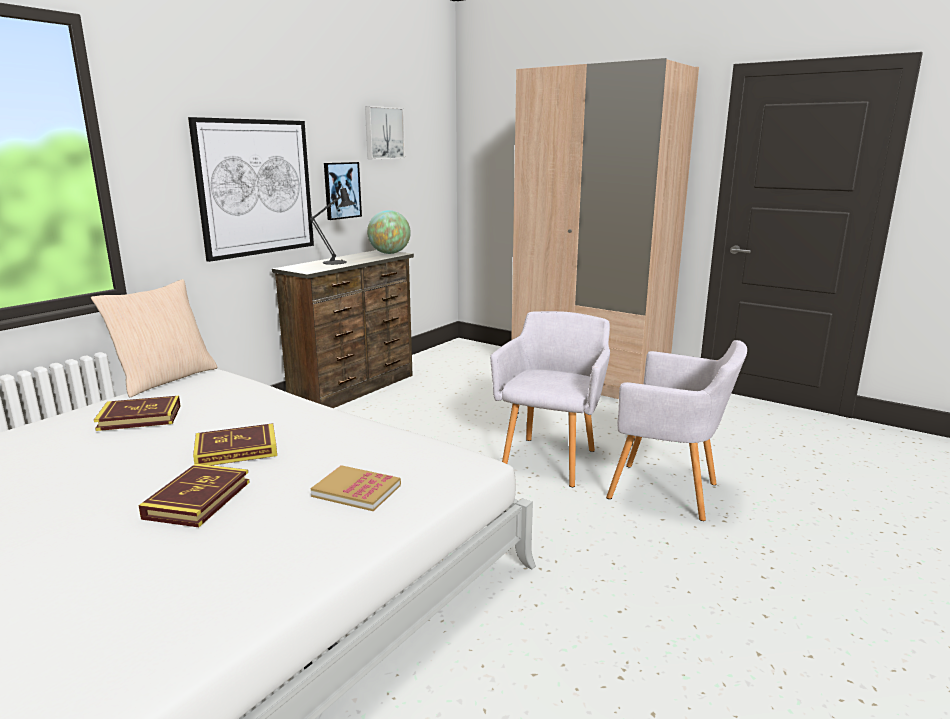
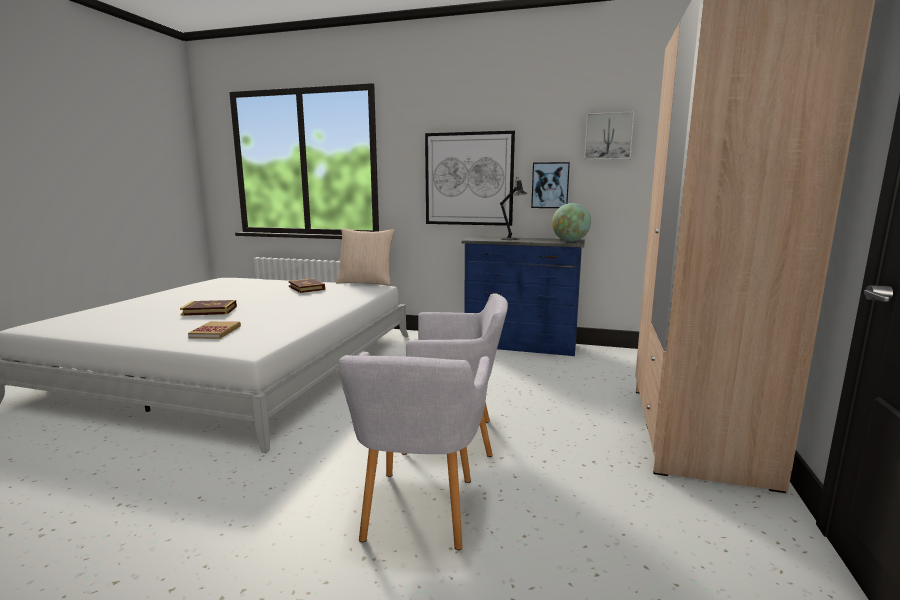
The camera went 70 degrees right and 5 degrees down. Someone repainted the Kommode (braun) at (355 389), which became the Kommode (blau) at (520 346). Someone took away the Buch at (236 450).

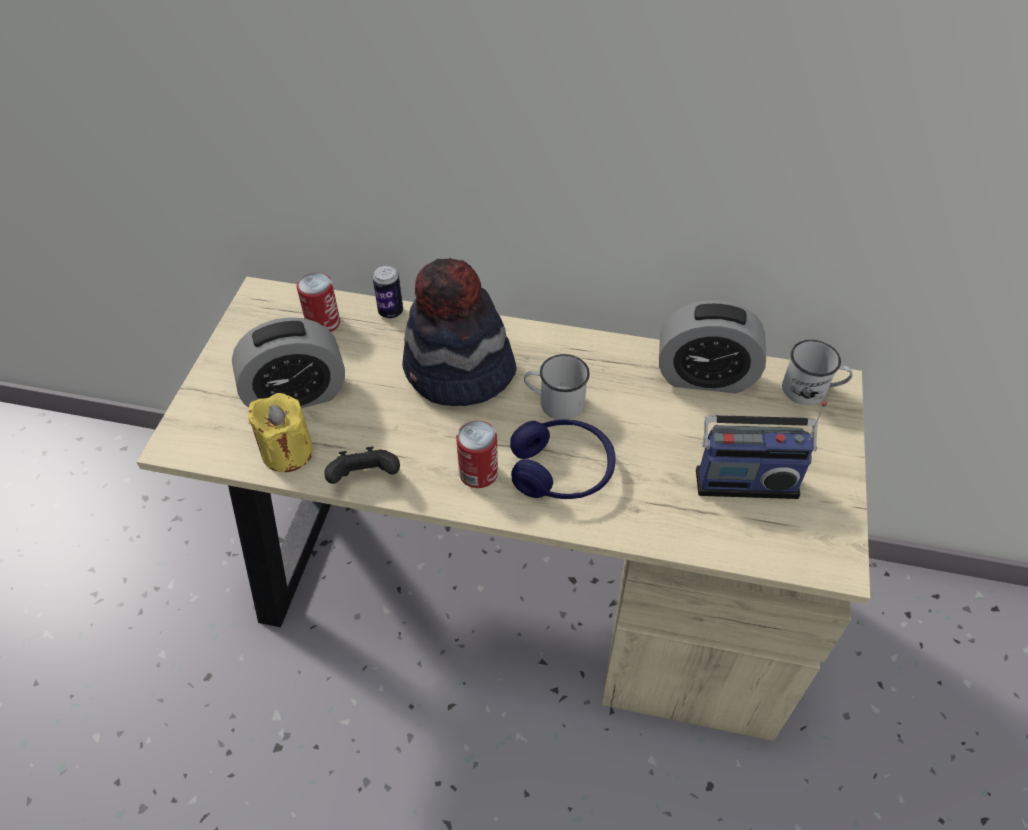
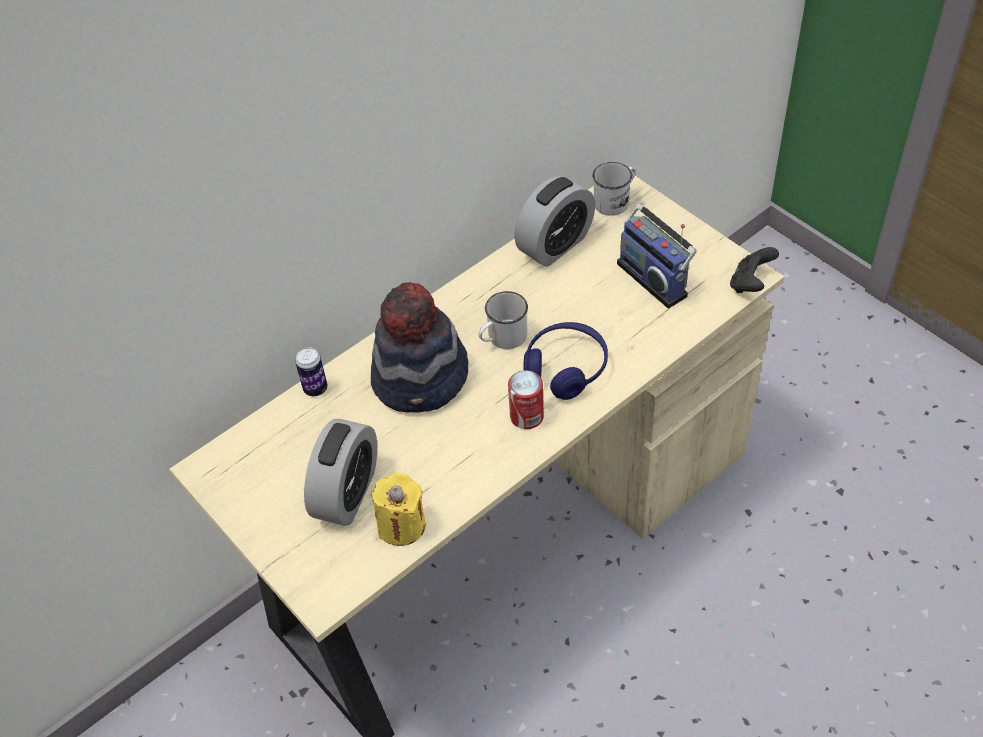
The camera went 50 degrees left and 0 degrees up. Someone rotated the Radio at (745 479) by 105 degrees clockwise. Someone carried the Gamepad (schwarz) from (365 478) to (750 284). Someone took away the Dose at (323 323).

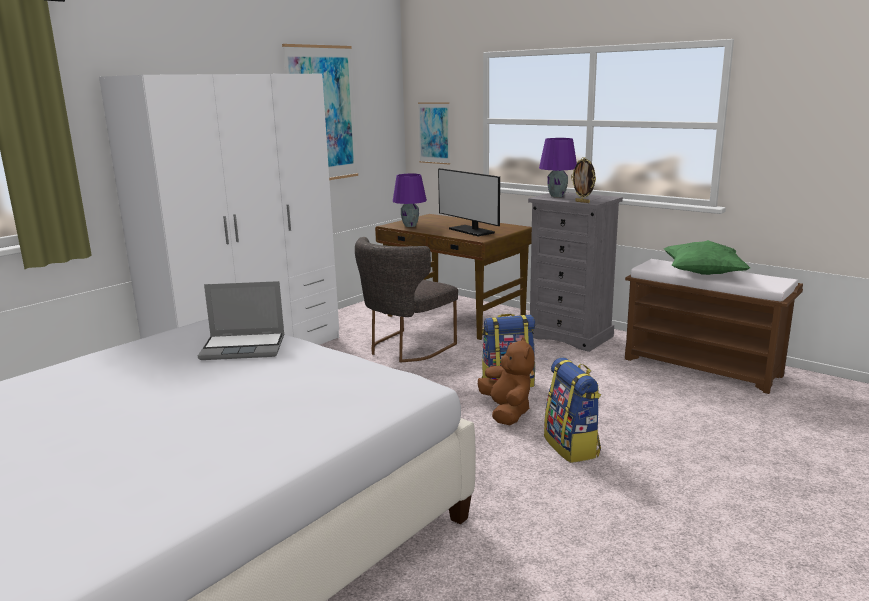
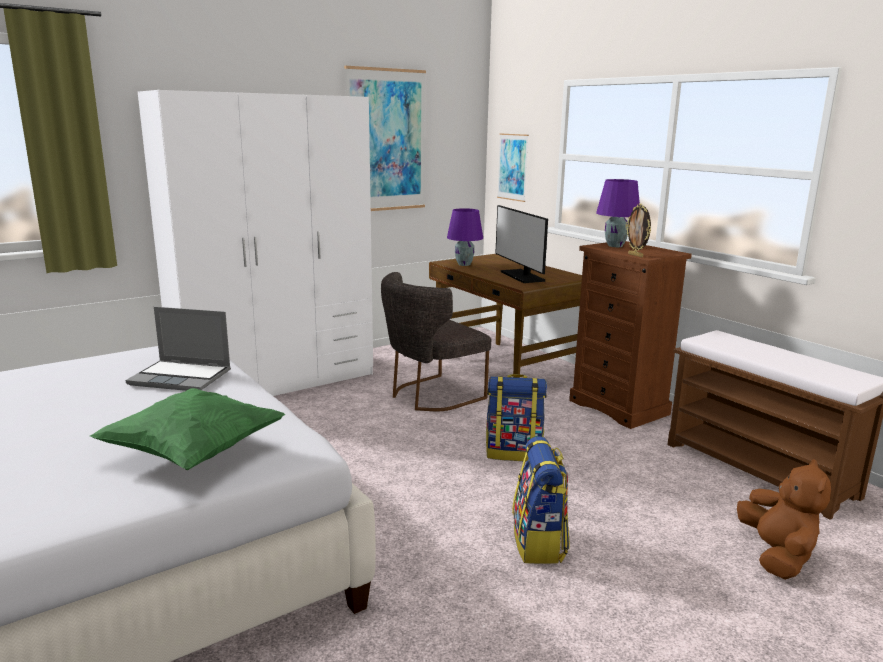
The camera went 15 degrees right and 0 degrees up. Someone carried the Kissen (grün) from (703 274) to (194 453). Someone repainted the Kommode (grau) at (570 336), which became the Kommode (braun) at (619 407). Someone carried the Plüschtier (braun) from (507 412) to (777 555).

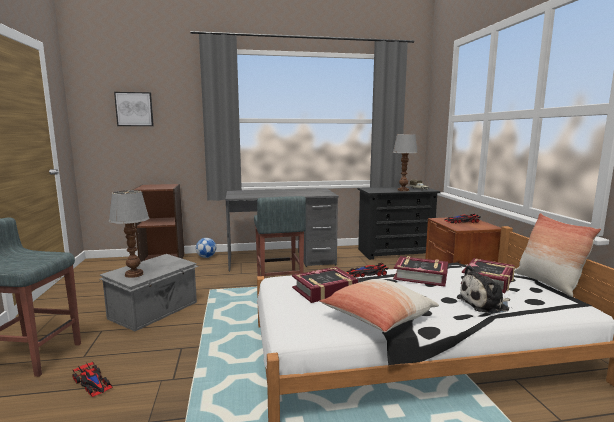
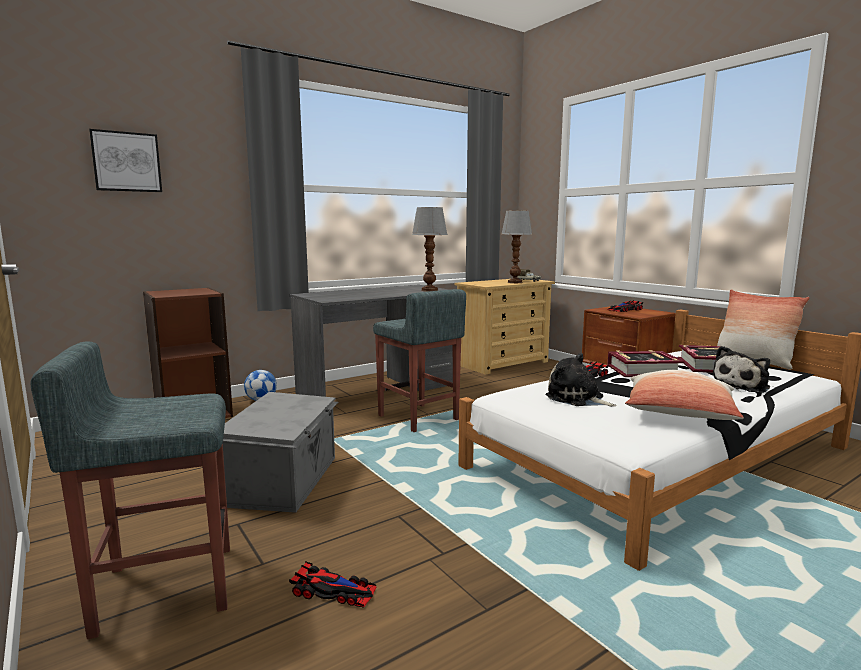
The camera went 25 degrees left and 0 degrees up. Someone carried the Tischlampe from (134 274) to (429 290). Someone repainted the Kommode (schwarz) at (395 252), which became the Kommode (beige) at (503 363). Someone swapped the Buch at (324 290) for the Plüschtier at (577 398).

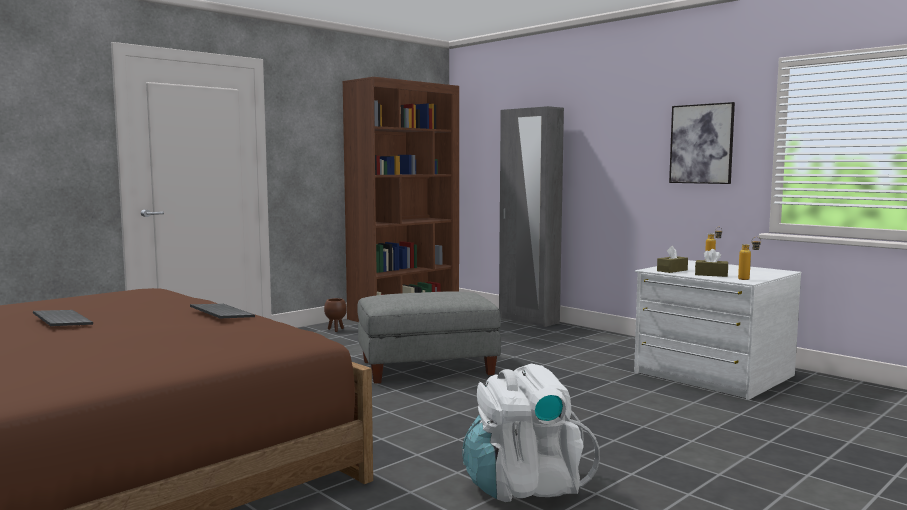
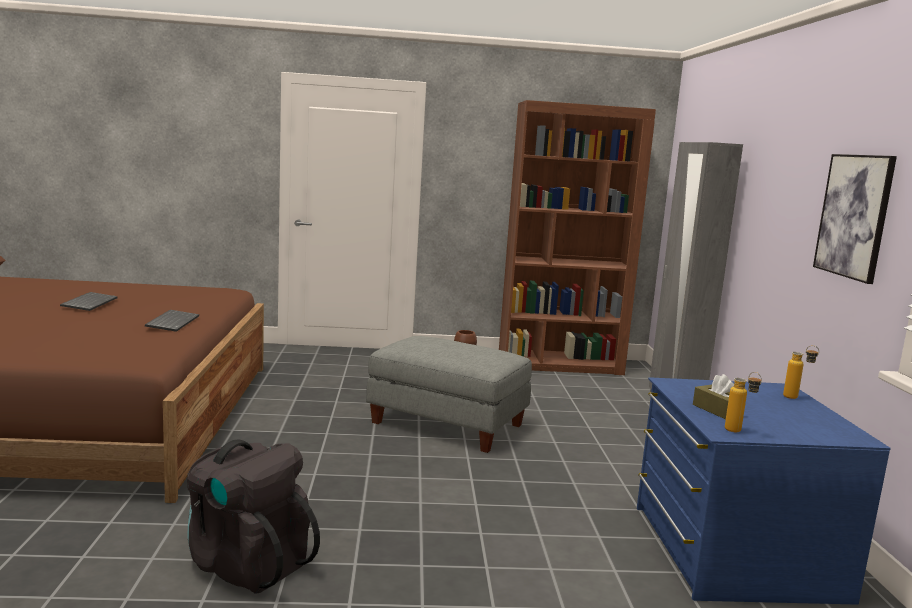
The camera went 40 degrees right and 5 degrees up. Someone repainted the Rucksack (weiß) at (525 486), which became the Rucksack (schwarz) at (247 564). Someone repainted the Kommode (weiß) at (712 374), which became the Kommode (blau) at (732 551). Someone took away the Taschentuchbox (braun) at (672 270).

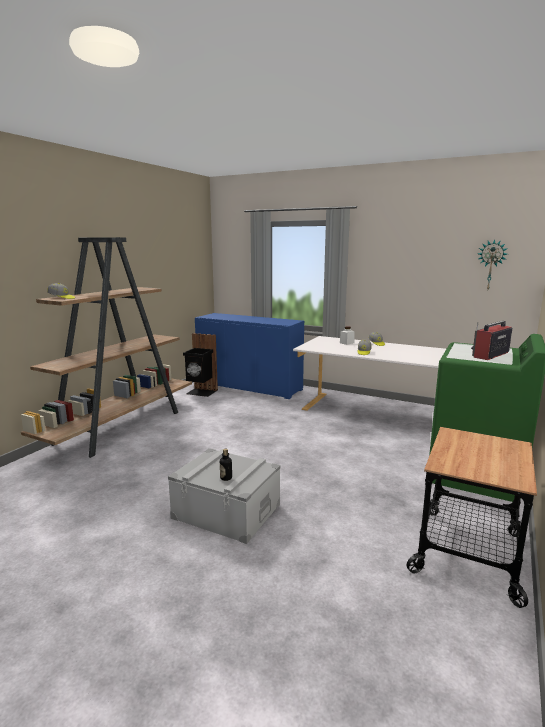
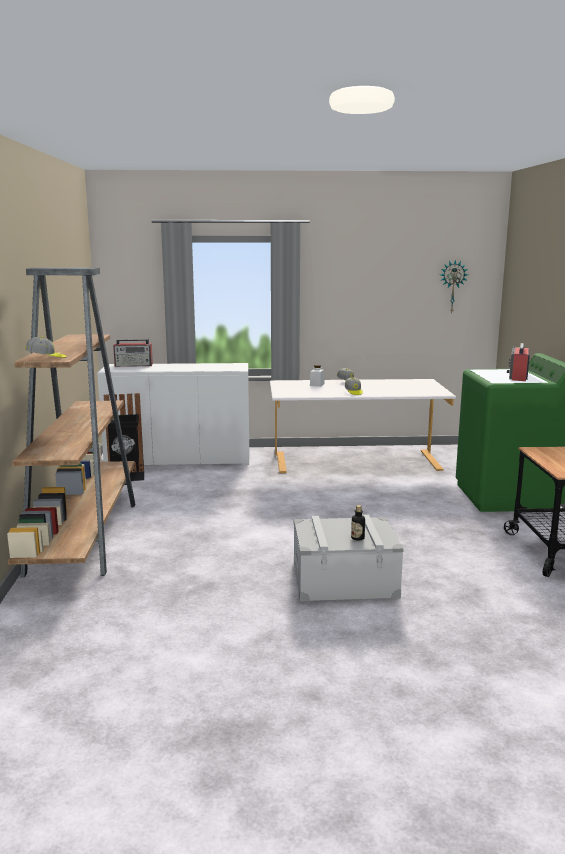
The camera went 30 degrees left and 0 degrees up. Someone repainted the Schrank (blau) at (249 386), which became the Schrank (weiß) at (179 459). Someone put down the Radio at (134 365).

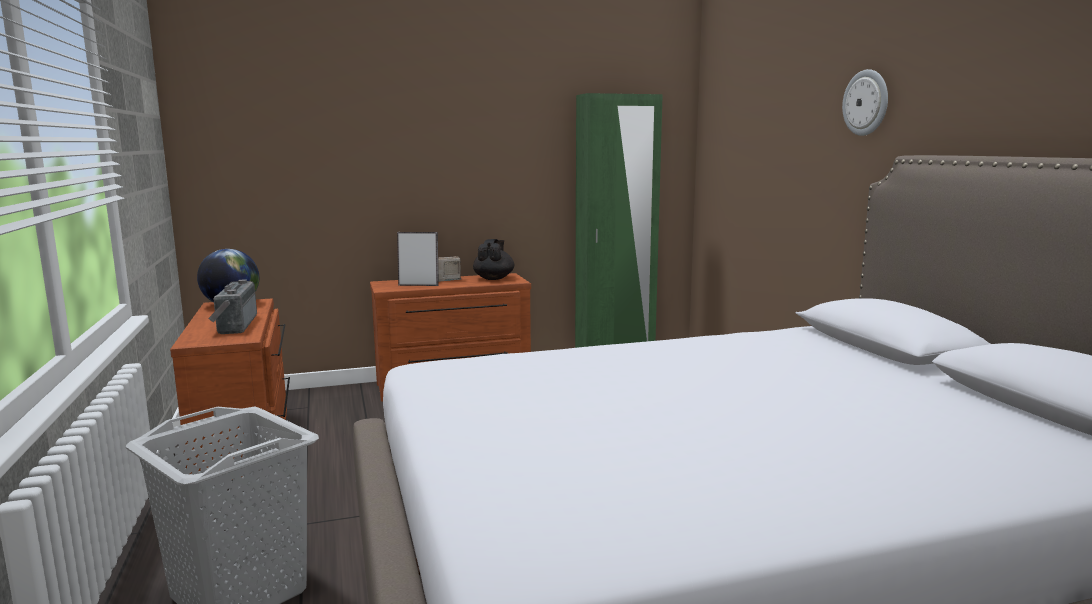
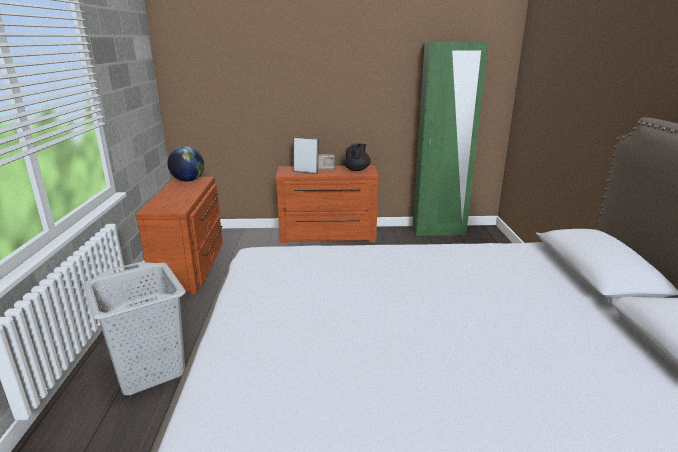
The camera went 15 degrees right and 10 degrees up. Someone took away the Radio at (233 325). Someone took away the Wanduhr at (866 102).

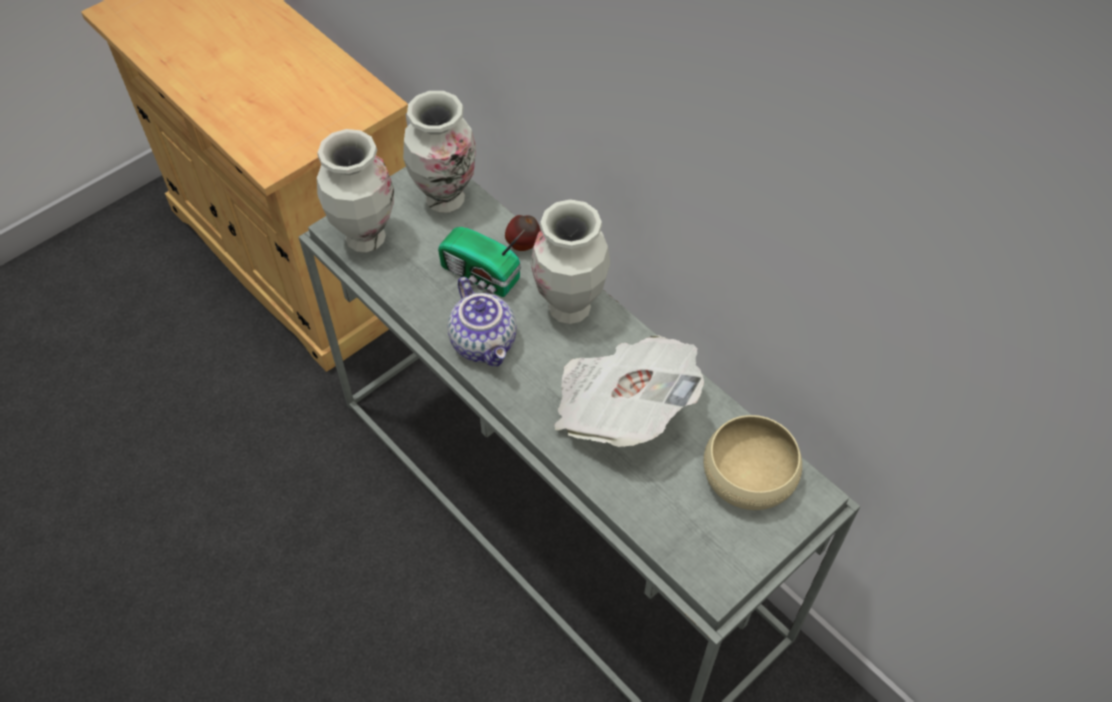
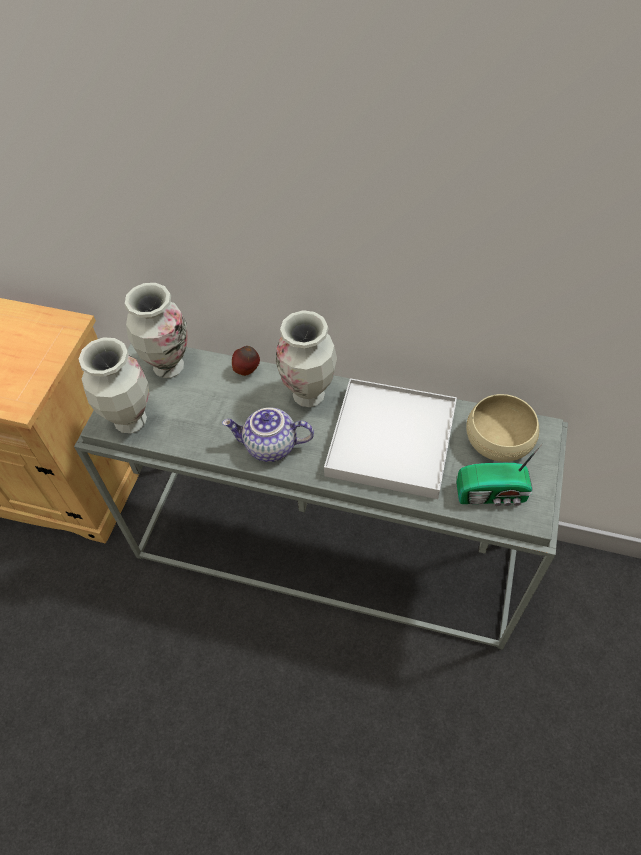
The camera went 30 degrees left and 0 degrees up. Someone rotated the Teekanne at (485 343) by 150 degrees clockwise. Someone swapped the Zeitung at (621 408) for the Tablett (weiß) at (391 441). Someone carried the Radio from (481 276) to (493 494).

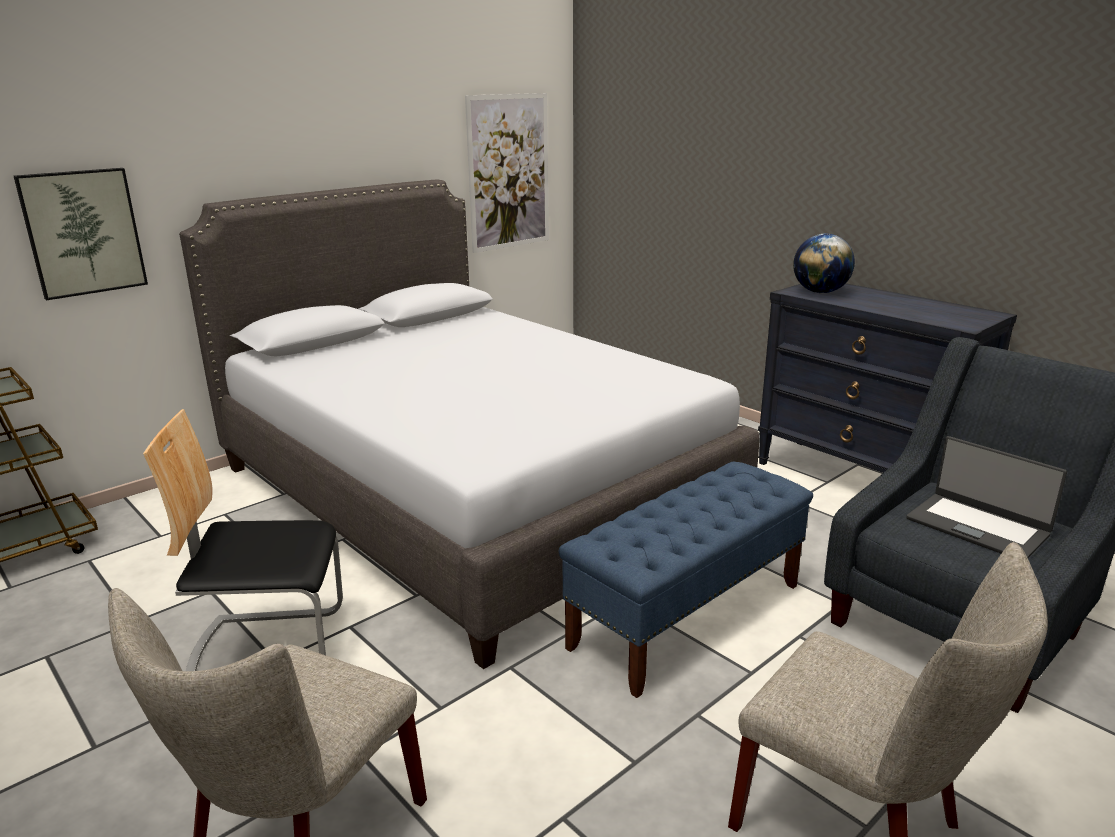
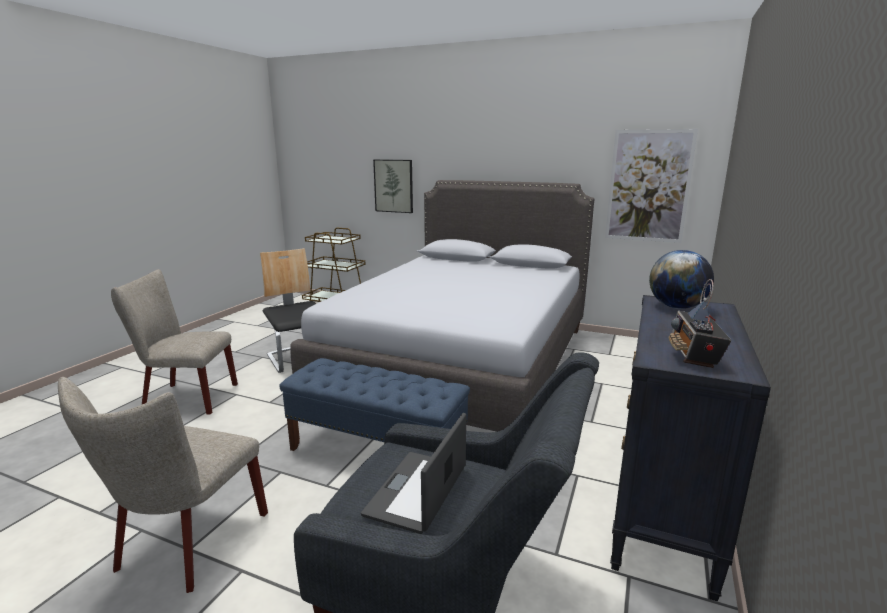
The camera went 65 degrees right and 5 degrees down. Someone put down the Radio at (694 356).

